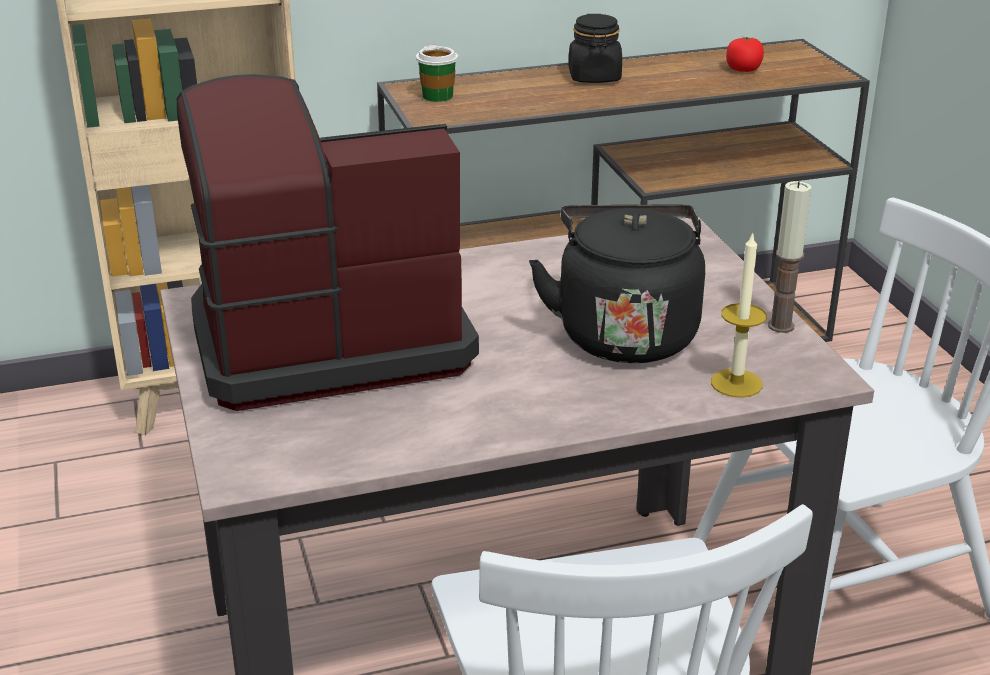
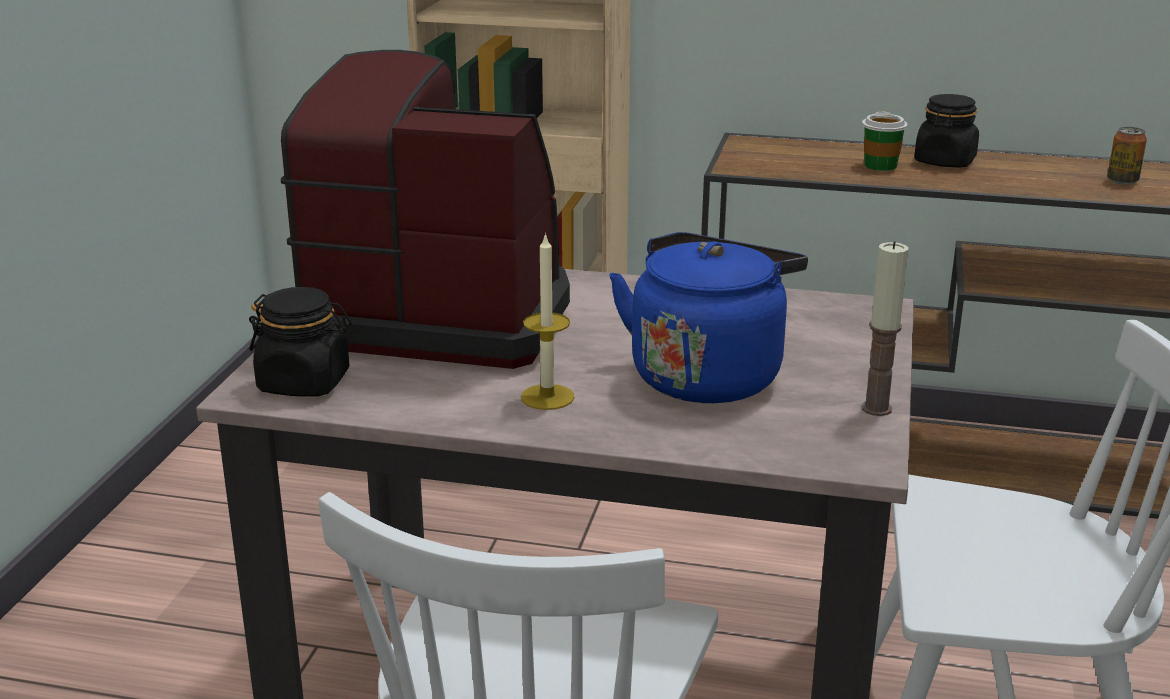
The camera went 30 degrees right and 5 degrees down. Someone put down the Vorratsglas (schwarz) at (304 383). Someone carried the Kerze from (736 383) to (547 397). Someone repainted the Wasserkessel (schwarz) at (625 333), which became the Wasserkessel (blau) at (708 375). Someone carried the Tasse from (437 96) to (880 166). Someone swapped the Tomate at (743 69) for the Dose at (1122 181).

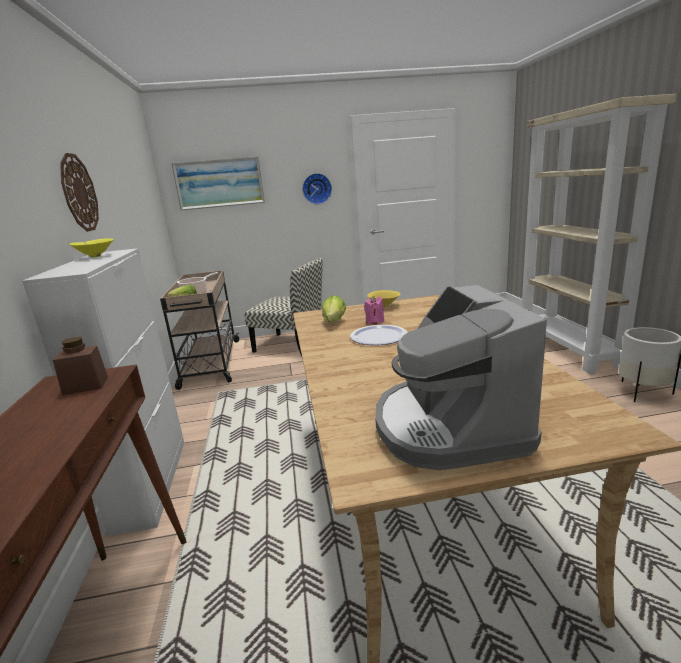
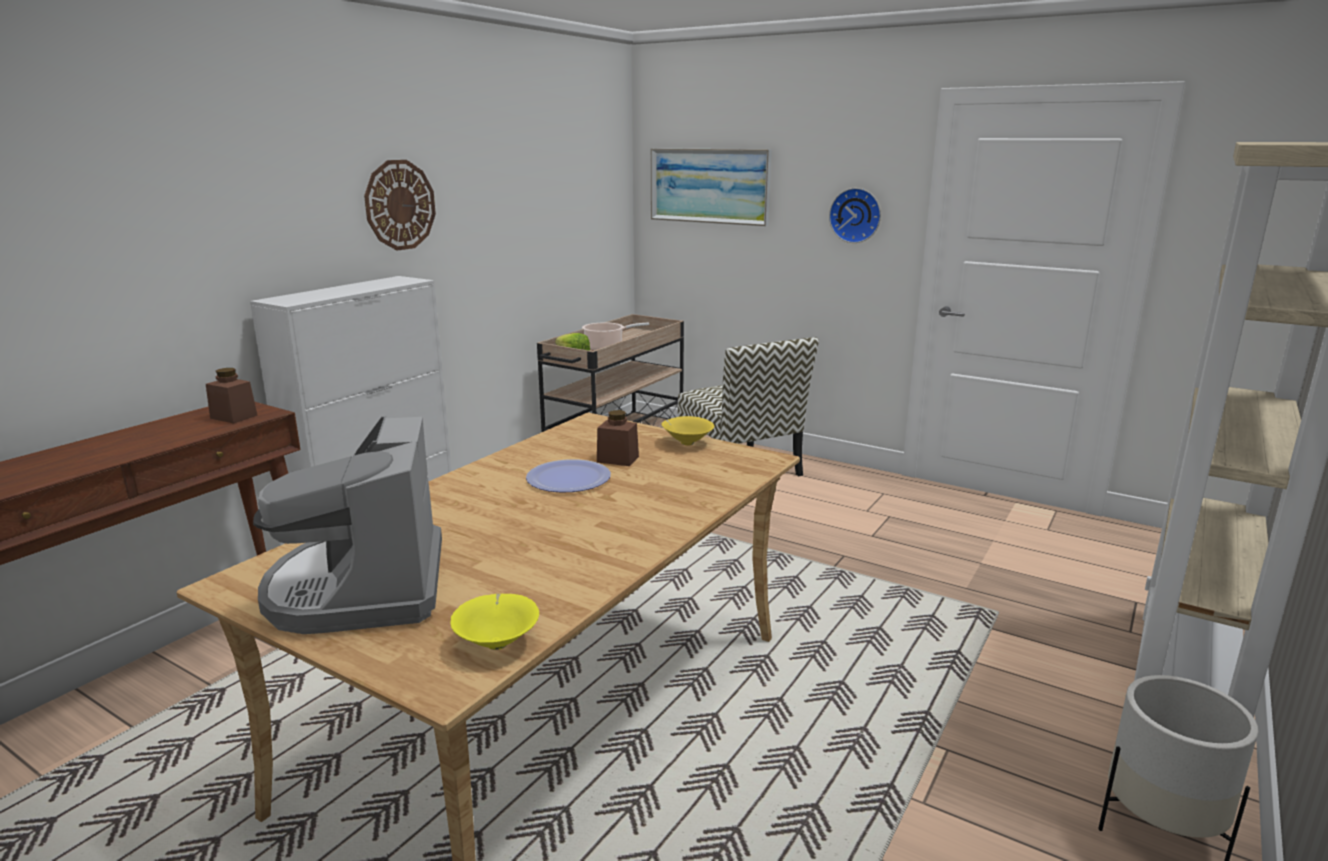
The camera went 40 degrees right and 0 degrees up. Someone rotated the Kaffeemaschine at (448 426) by 45 degrees counterclockwise. Someone carried the Schüssel (gelb) from (95 256) to (497 643). Someone swapped the Kerze (rosa) at (374 321) for the Vorratsglas (braun) at (617 459). Someone took away the Salatkopf at (332 323).

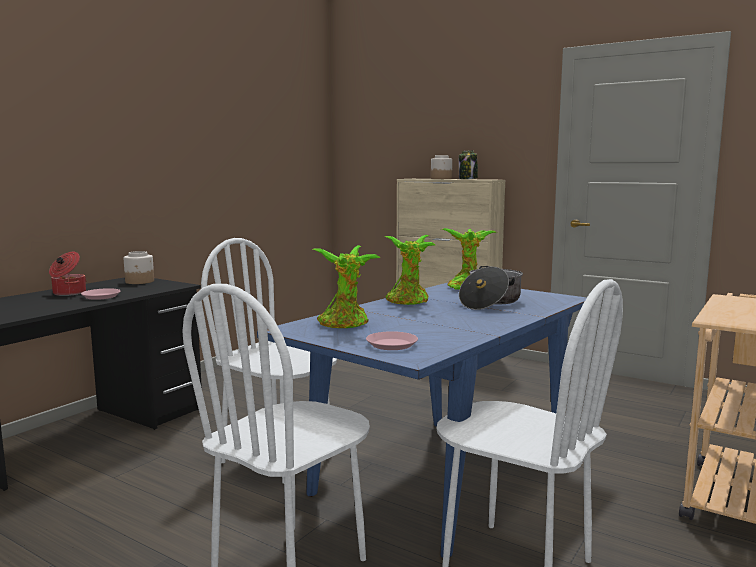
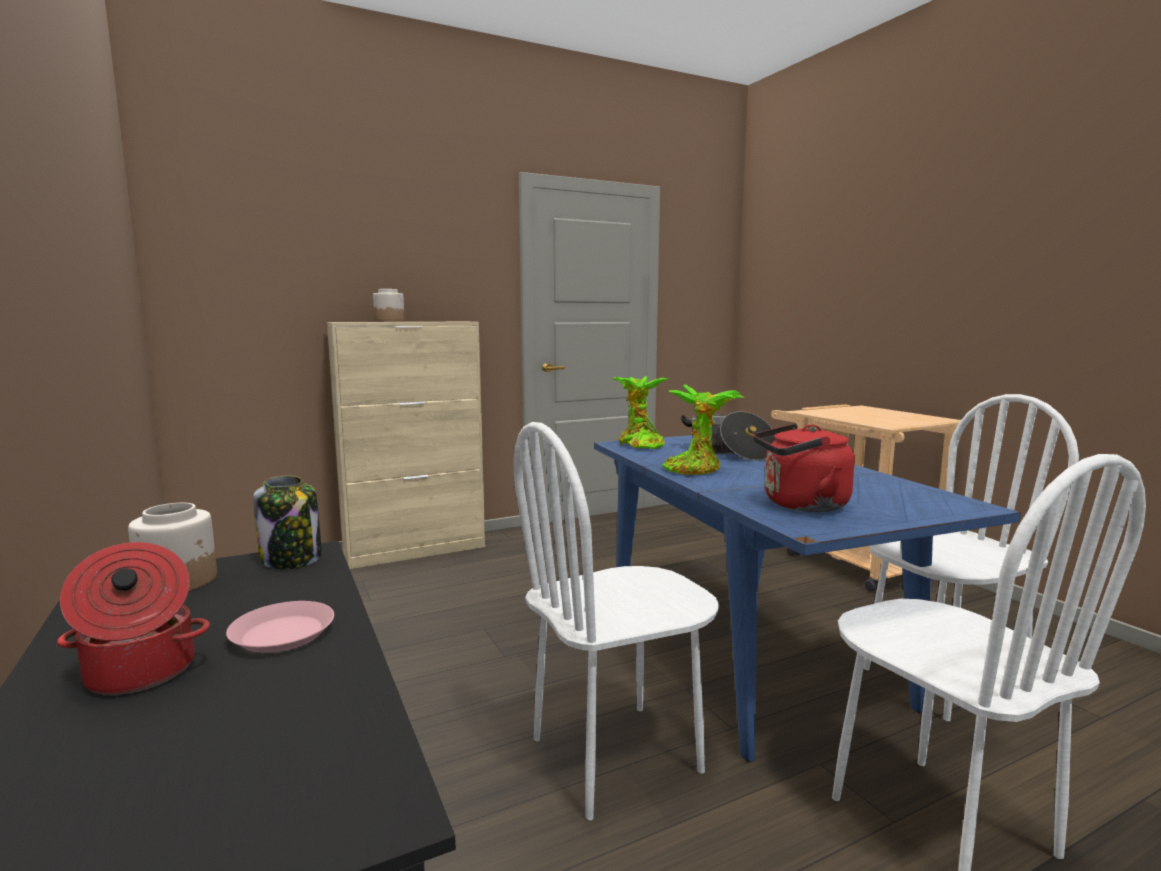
The camera went 60 degrees left and 0 degrees up. Someone carried the Vorratsglas from (468 179) to (292 559). Someone swapped the Topfpflanze at (345 324) for the Wasserkessel (rot) at (800 505). Someone took away the Teller (rosa) at (392 345).

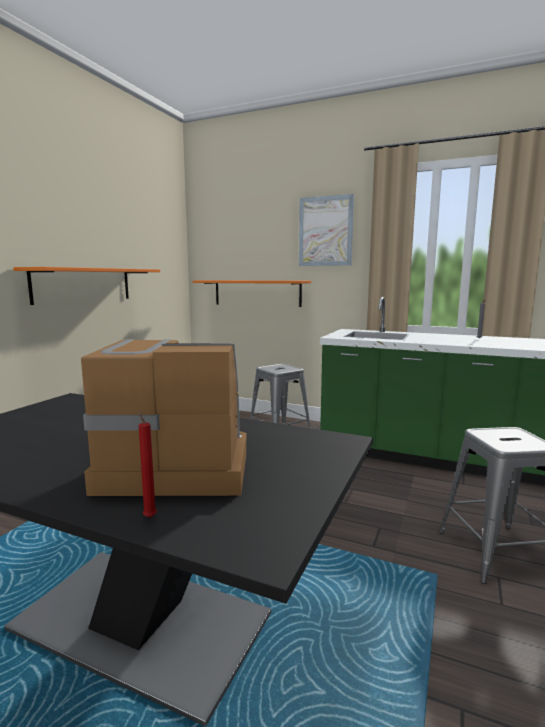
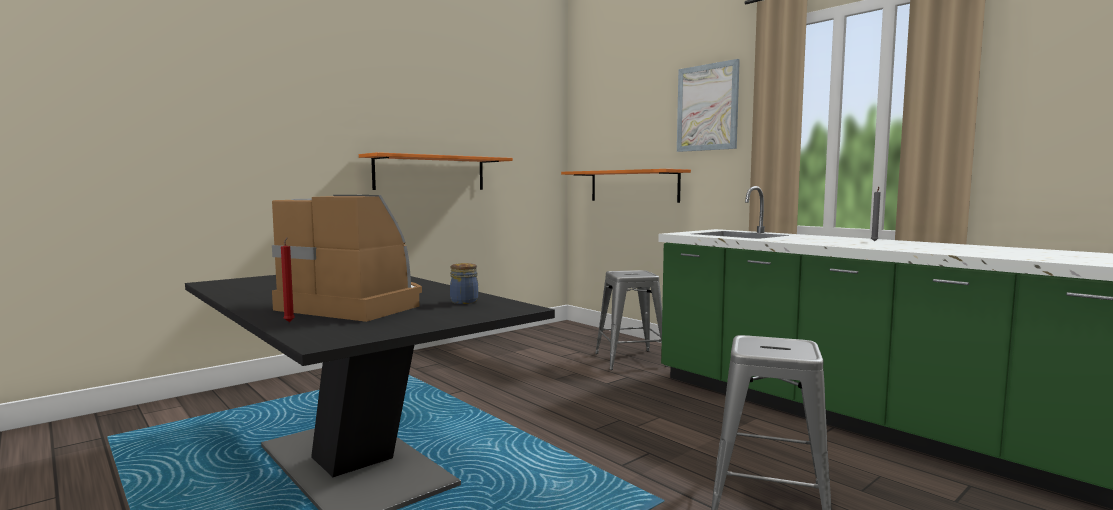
The camera went 25 degrees right and 5 degrees down. Someone put down the Vorratsglas at (465 301).

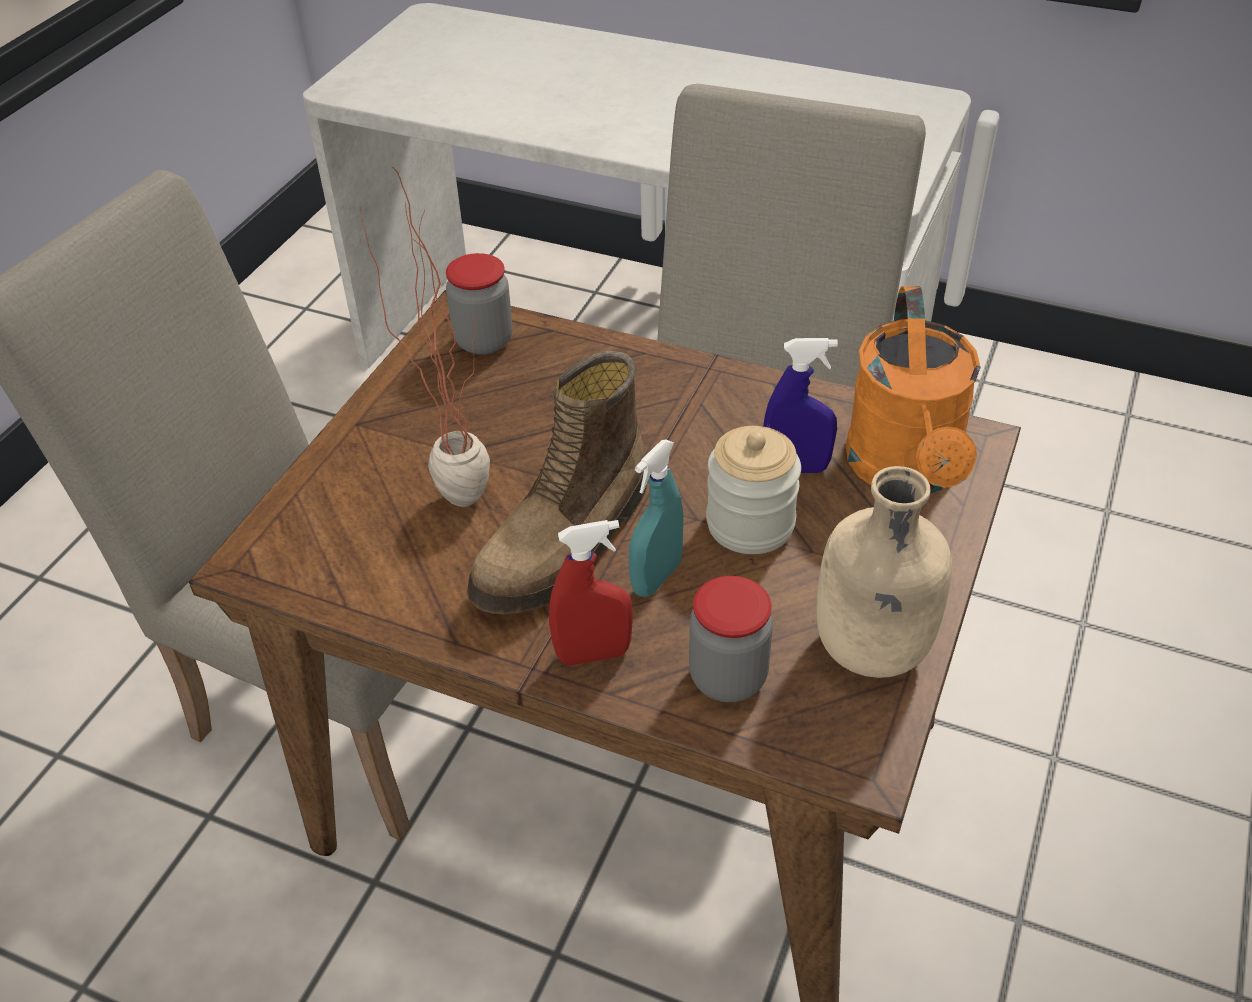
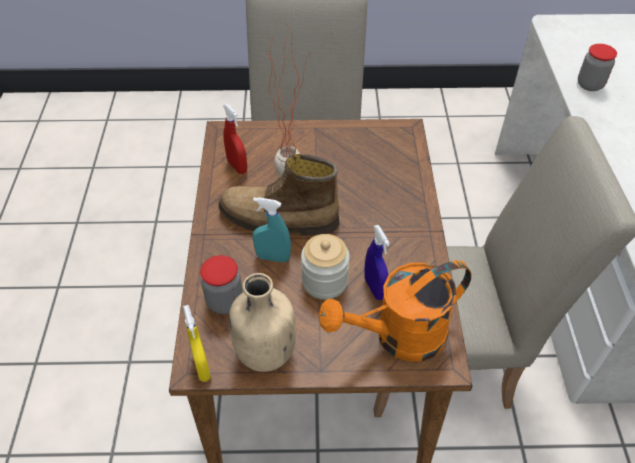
The camera went 65 degrees right and 5 degrees up. Someone put down the Sprühflasche (gelb) at (202 367). Someone carried the Sprühflasche (rot) from (593 654) to (237 166). Someone carried the Vorratsglas from (484 341) to (590 85).

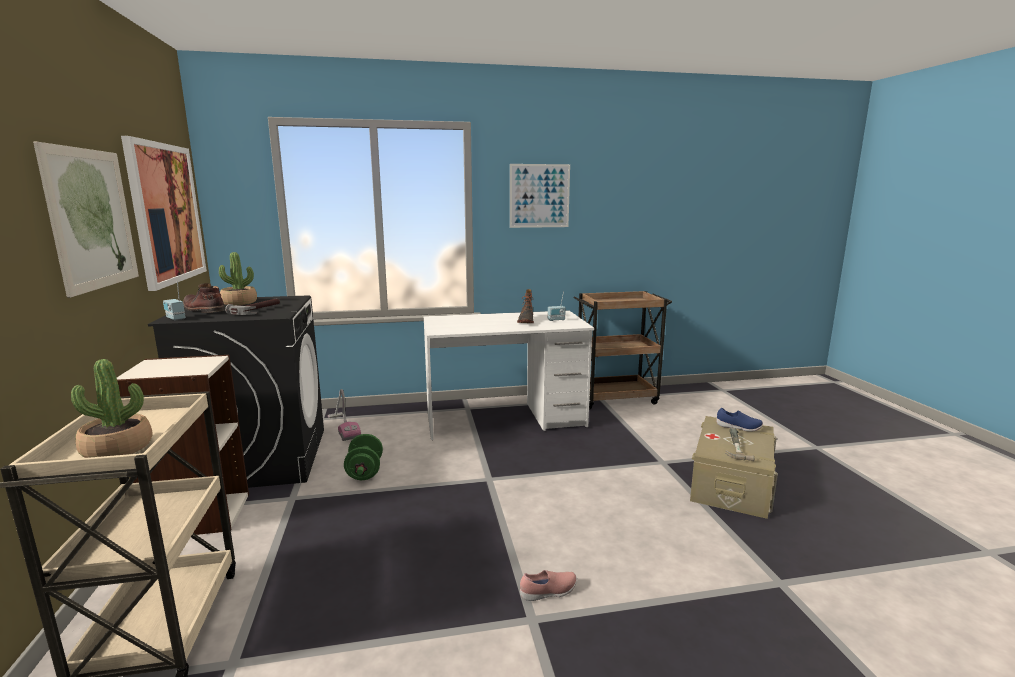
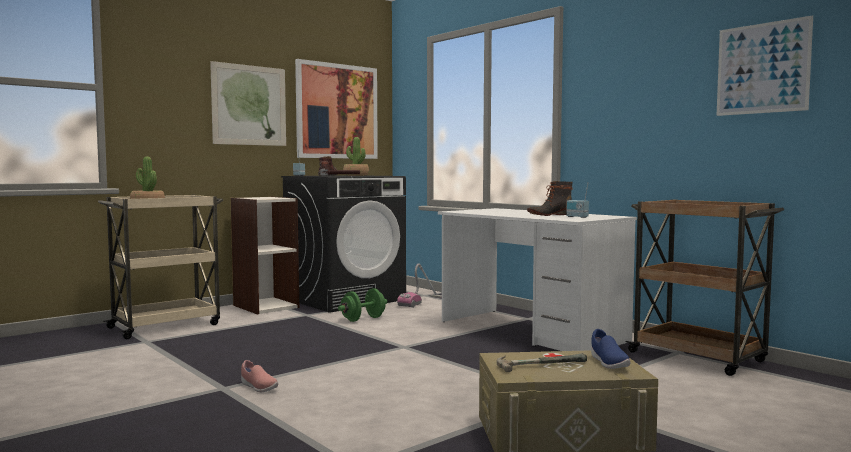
The camera went 60 degrees right and 10 degrees down. Someone carried the Bild from (539 196) to (762 68).

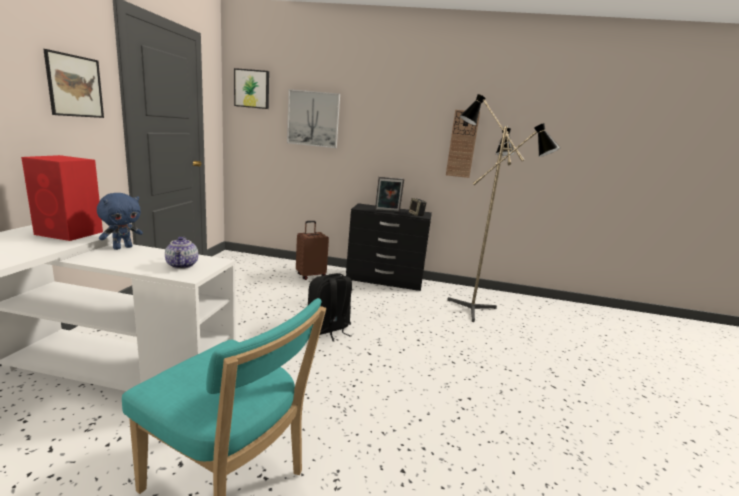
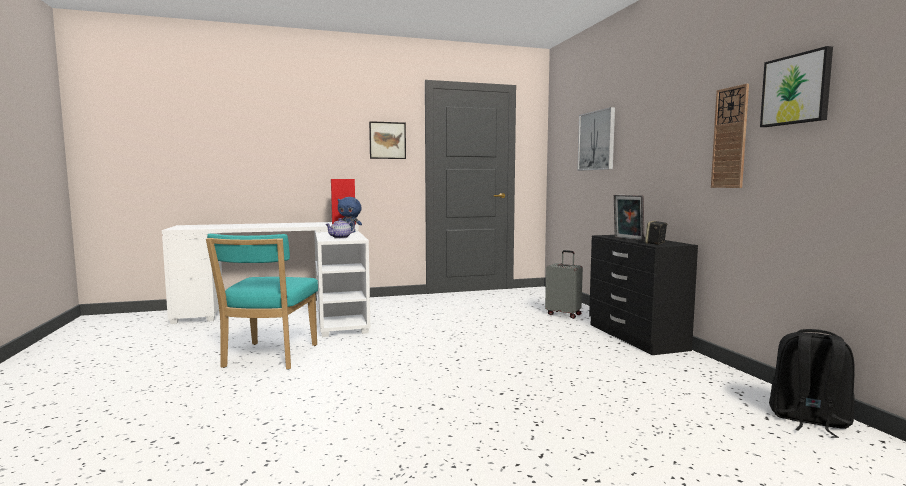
The camera went 65 degrees right and 10 degrees down. Someone repainted the Koffer (braun) at (310 275), which became the Koffer (grau) at (564 314). Someone carried the Bild from (252 89) to (796 89). Someone carried the Rucksack (schwarz) from (328 329) to (808 420). Someone took away the Stehlampe at (474 308).

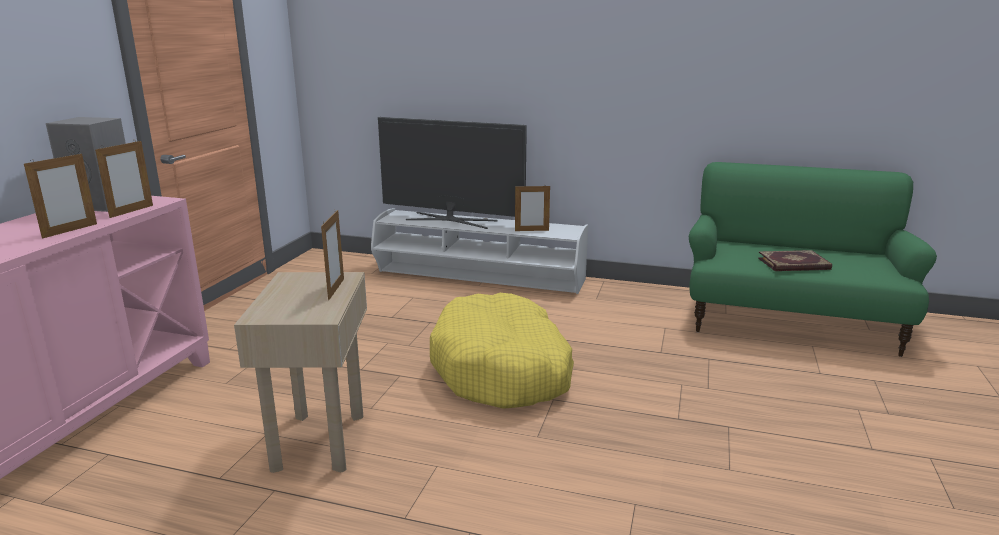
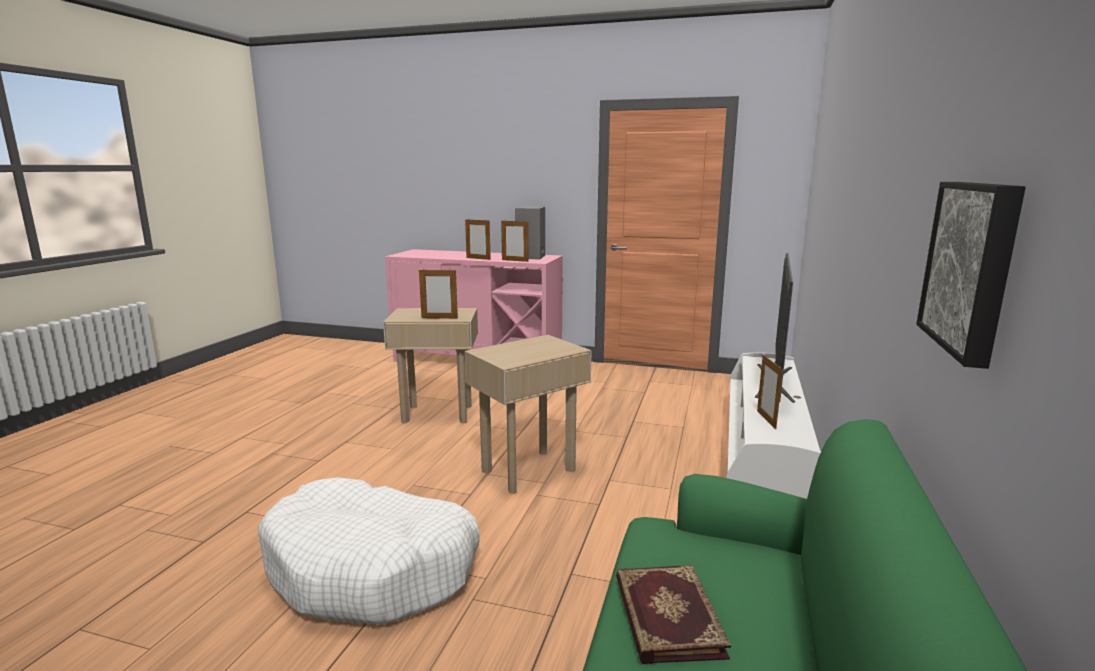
The camera went 90 degrees right and 5 degrees down. Someone put down the Hundebett (weiß) at (372 569). Someone swapped the Hundebett (gelb) at (502 369) for the Beistelltisch (beige) at (529 471). Someone put up the Bild at (973 267).

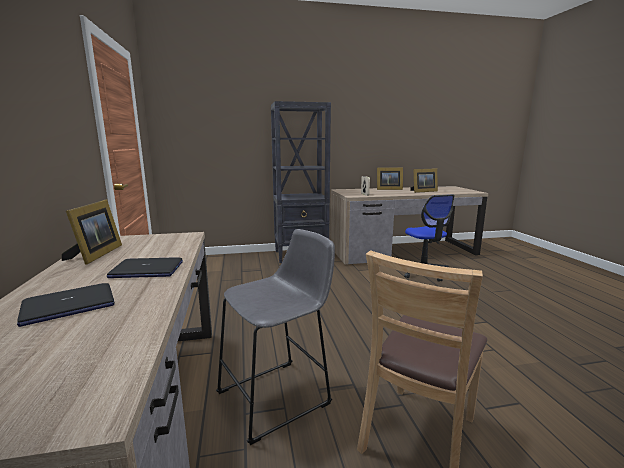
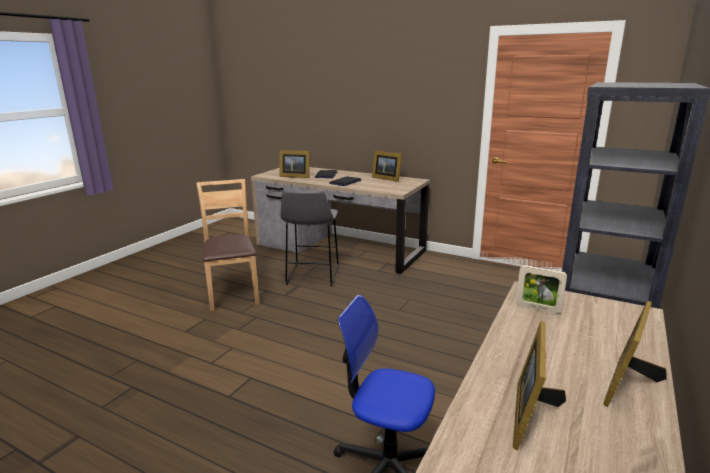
The camera went 130 degrees right and 5 degrees up. Someone put down the Bilderrahmen at (294 176).

